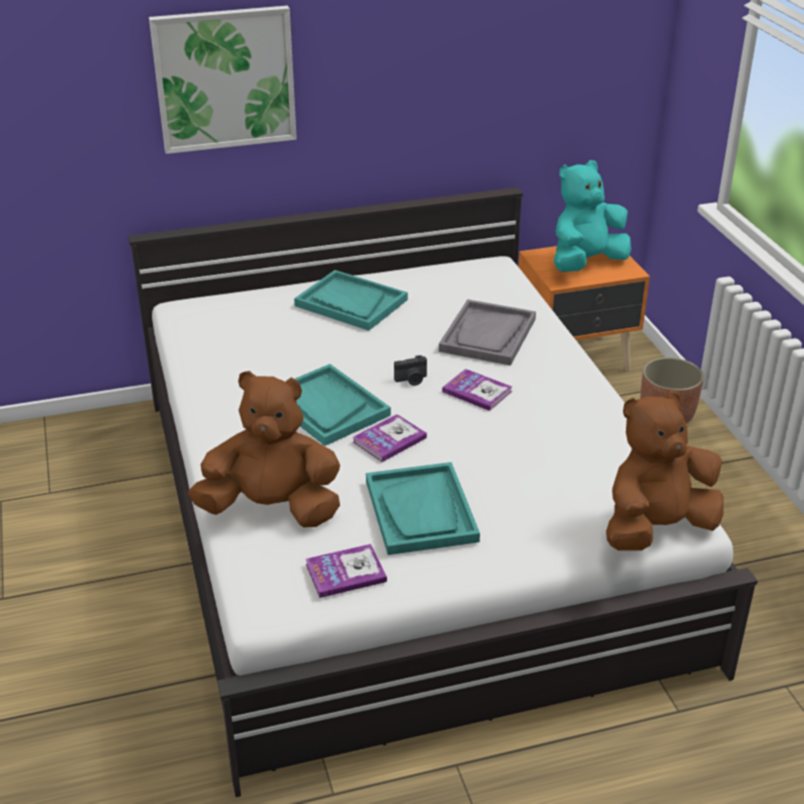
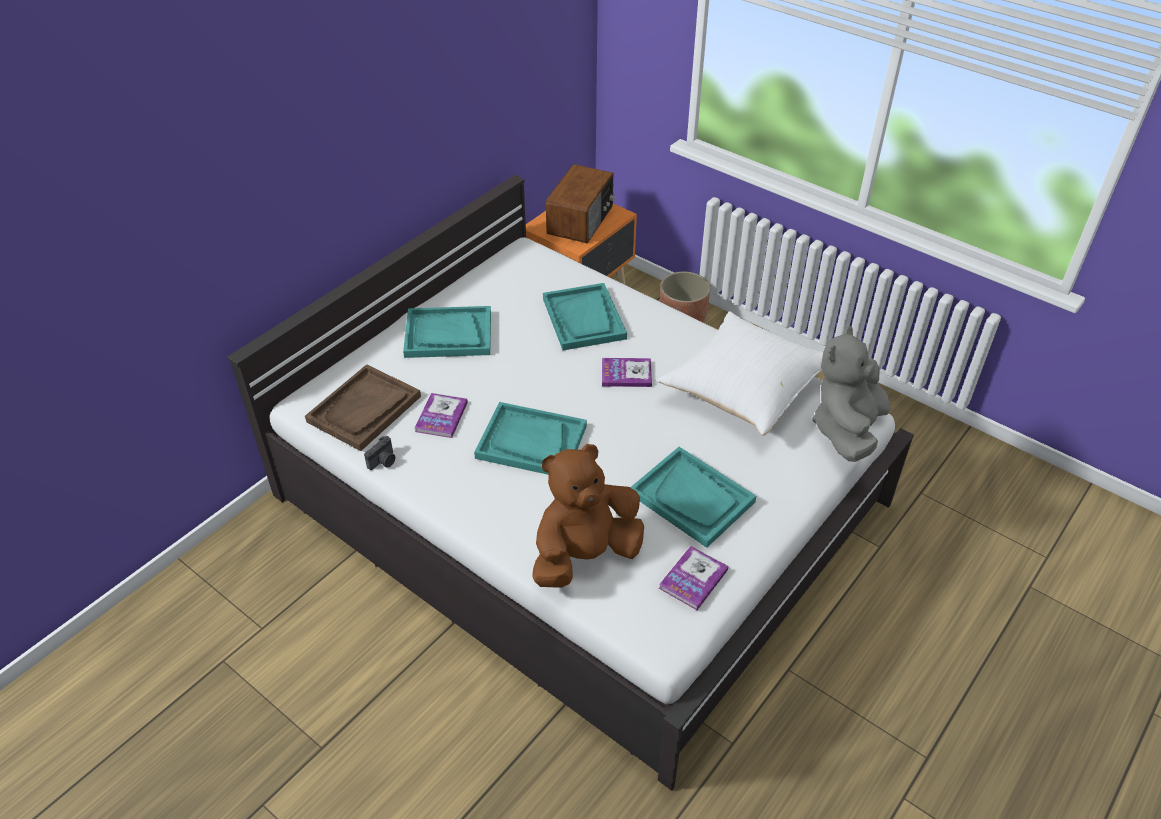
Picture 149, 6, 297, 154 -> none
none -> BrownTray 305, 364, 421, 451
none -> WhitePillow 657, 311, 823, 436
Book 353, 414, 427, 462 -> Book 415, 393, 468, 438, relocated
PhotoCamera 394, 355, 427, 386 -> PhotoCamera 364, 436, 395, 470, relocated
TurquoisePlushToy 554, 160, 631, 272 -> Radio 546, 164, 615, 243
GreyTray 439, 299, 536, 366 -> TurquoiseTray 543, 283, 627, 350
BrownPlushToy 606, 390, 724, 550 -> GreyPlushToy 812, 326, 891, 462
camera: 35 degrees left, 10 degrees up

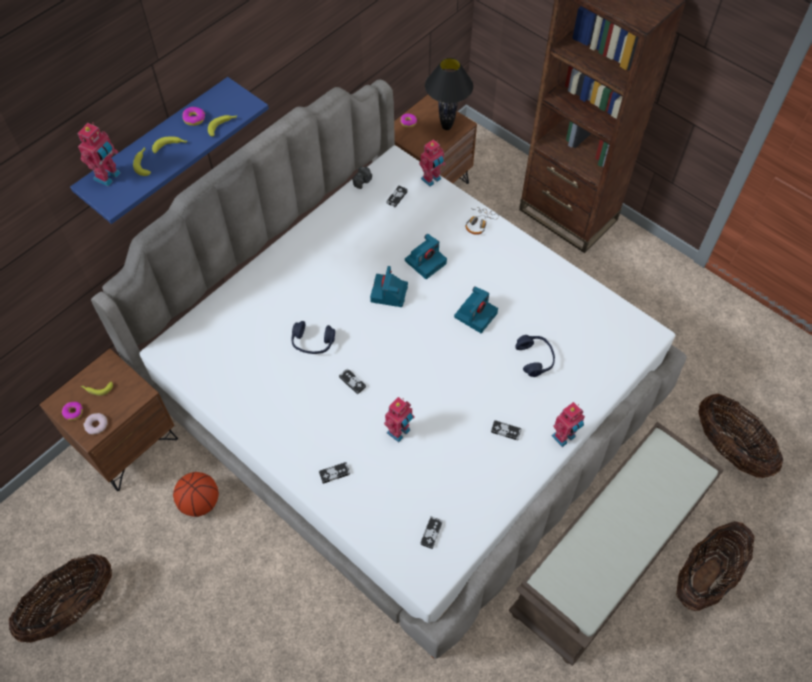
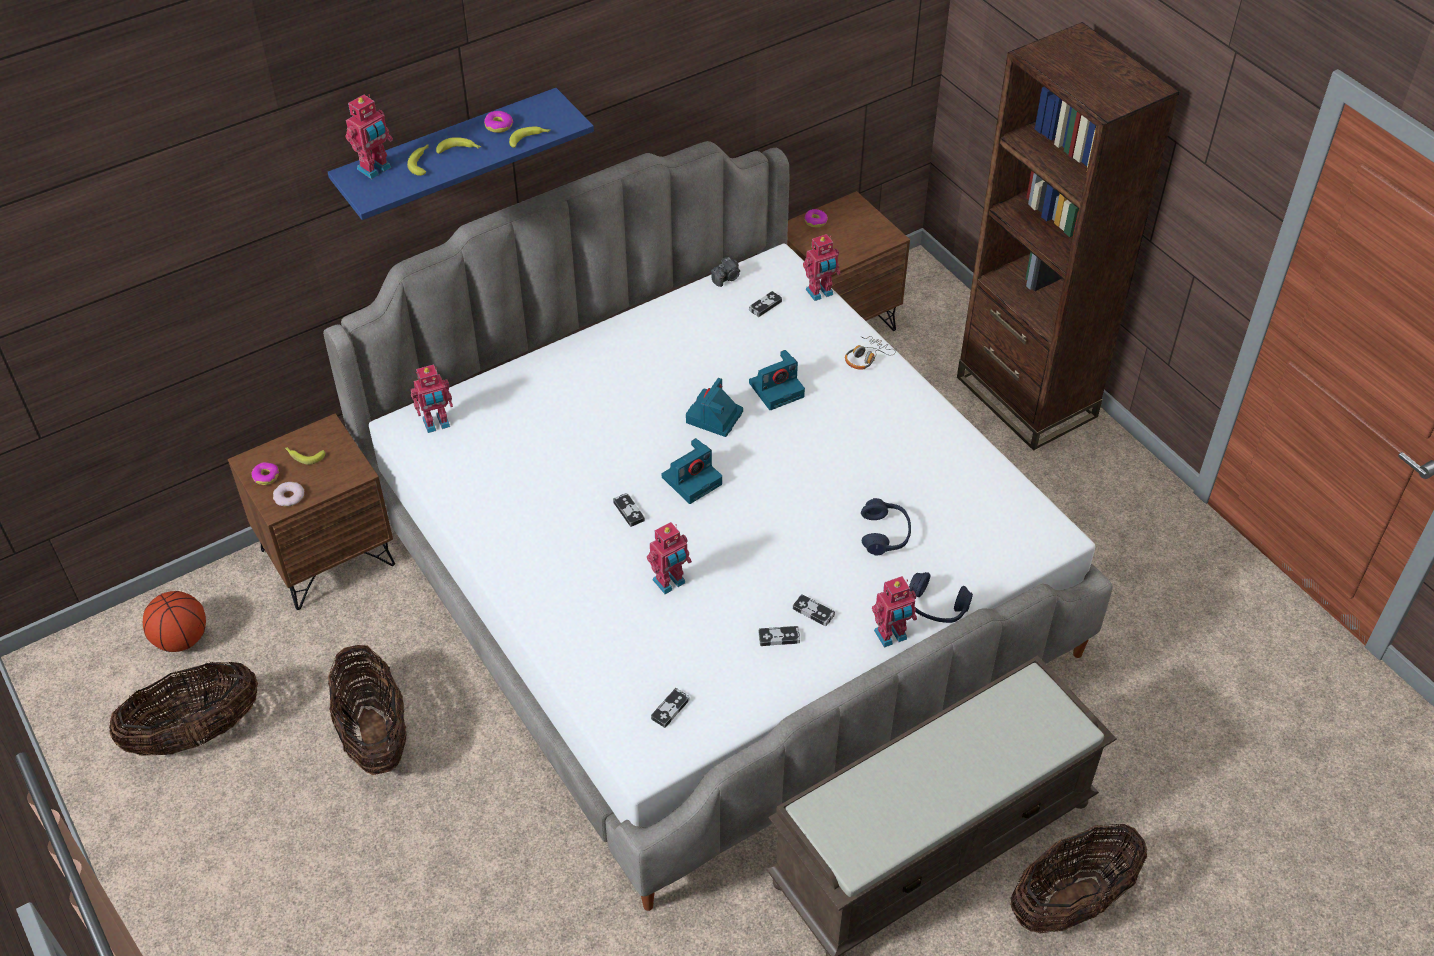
BlackTableLamp 425, 58, 473, 130 -> none
none -> ToyRobot 411, 364, 453, 433
Basketball 173, 472, 219, 517 -> Basketball 143, 591, 206, 652, relocated
BlueHeadphones 291, 321, 335, 354 -> BlueHeadphones 909, 572, 973, 623, relocated
GameController 319, 462, 350, 484 -> GameController 759, 626, 800, 646, relocated
PhotoCamera 454, 286, 498, 333 -> PhotoCamera 662, 438, 722, 504, relocated
Basket 698, 394, 783, 478 -> Basket 328, 645, 407, 775, relocated
camera: 15 degrees right, 10 degrees down

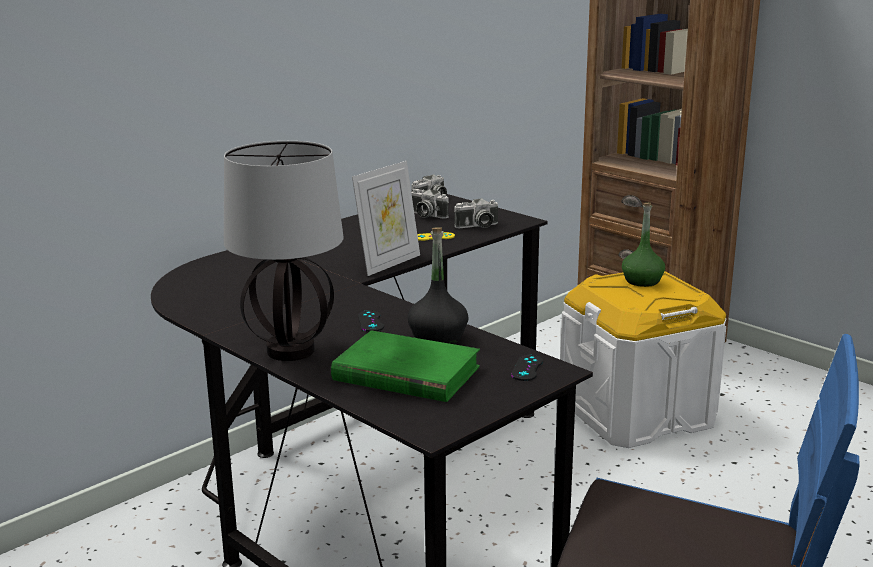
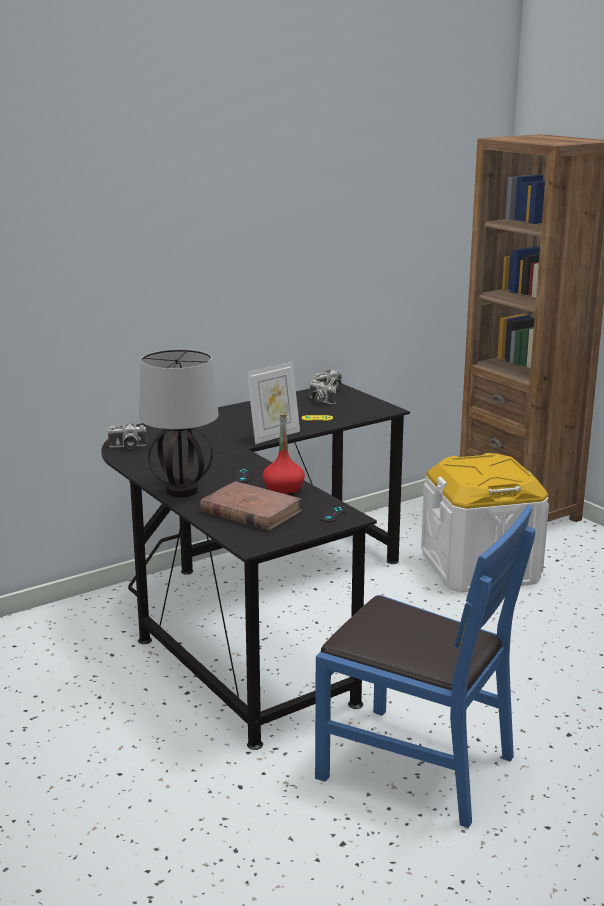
GreenBottle 622, 203, 665, 287 -> none
PhotoCamera 454, 198, 498, 229 -> PhotoCamera 107, 424, 147, 449, relocated
GreenBook 331, 330, 480, 402 -> BrownBook 200, 481, 302, 531
BlackBottle 408, 227, 469, 344 -> RedBottle 263, 414, 305, 495
camera: 10 degrees right, 0 degrees up

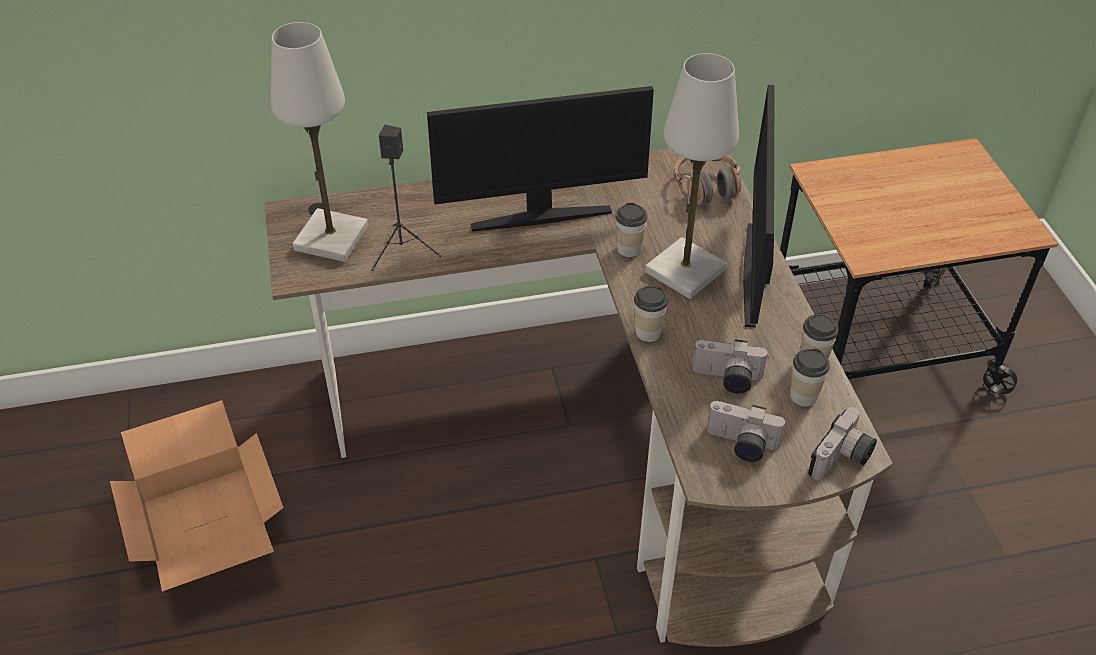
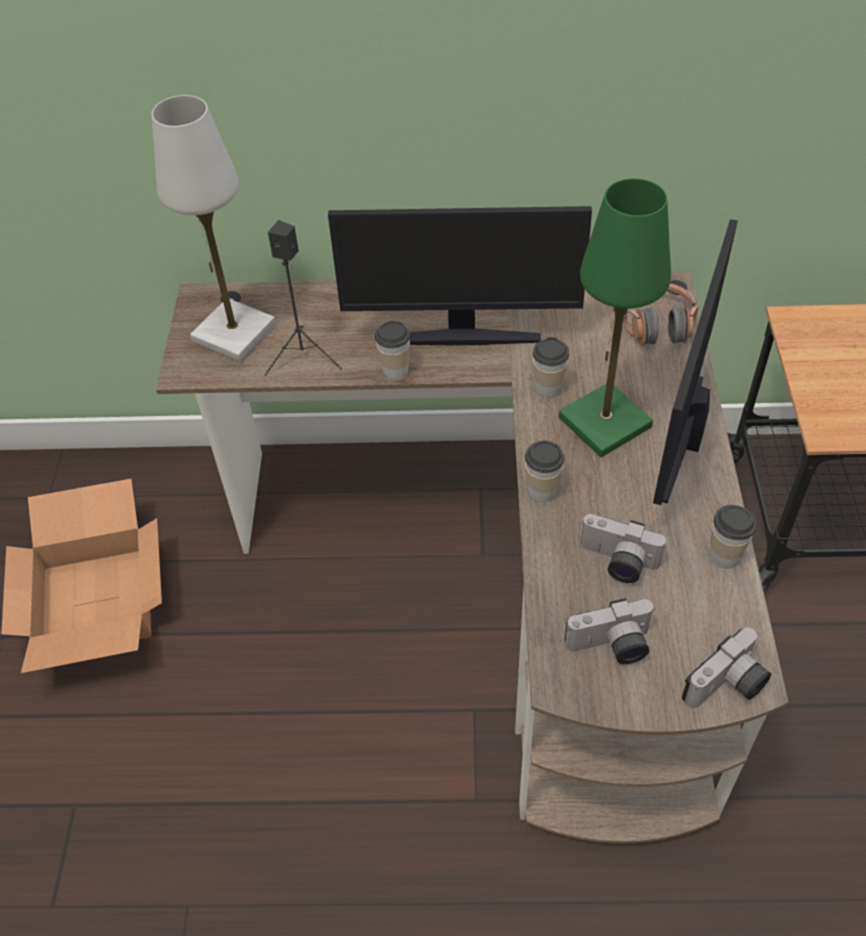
Cup 790, 349, 830, 407 -> Cup 375, 321, 410, 380, relocated
WhiteTableLamp 645, 53, 739, 299 -> GreenTableLamp 559, 178, 671, 457
PhotoCamera 707, 401, 786, 462 -> PhotoCamera 565, 598, 655, 664, 45 degrees counterclockwise
camera: 15 degrees right, 5 degrees up

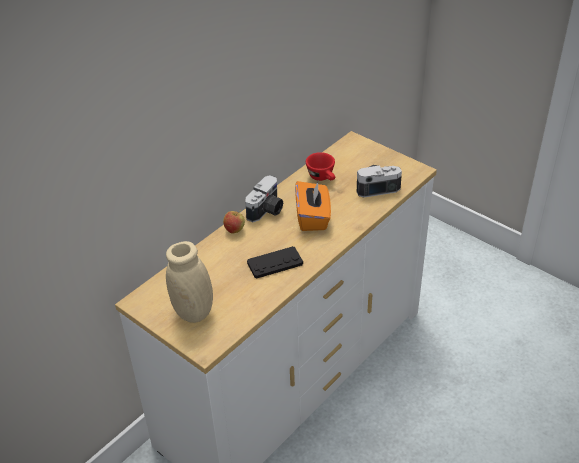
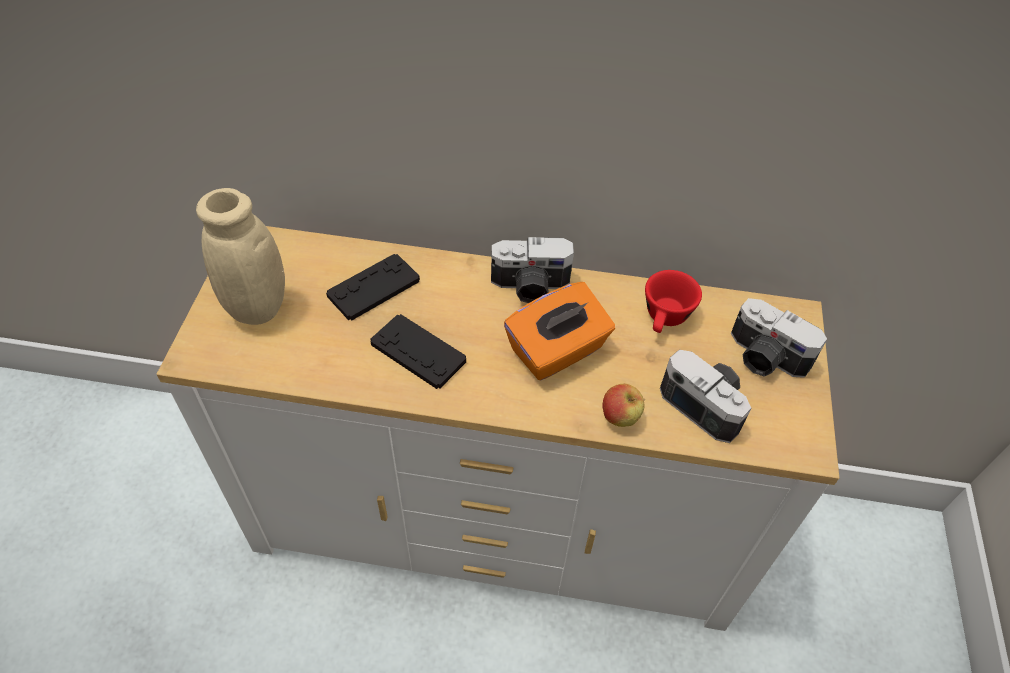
none -> BlackGameController 326, 254, 420, 321
none -> PhotoCamera 731, 298, 827, 378
Apple 223, 210, 245, 234 -> Apple 602, 383, 645, 427, relocated
camera: 55 degrees right, 10 degrees up

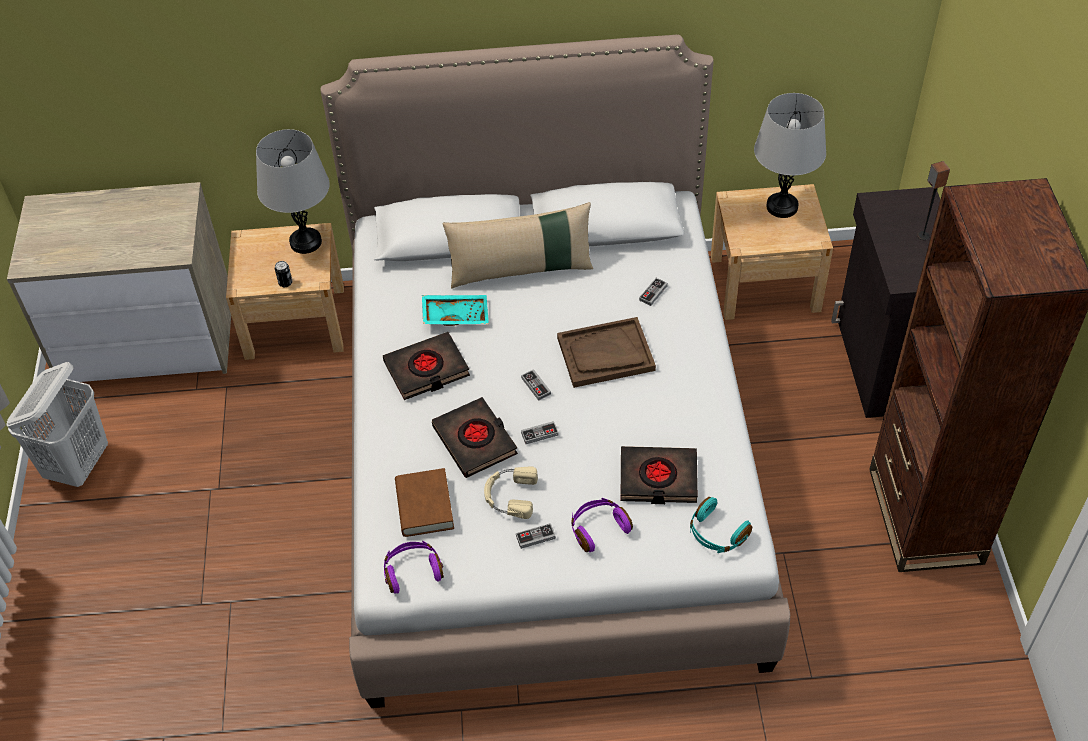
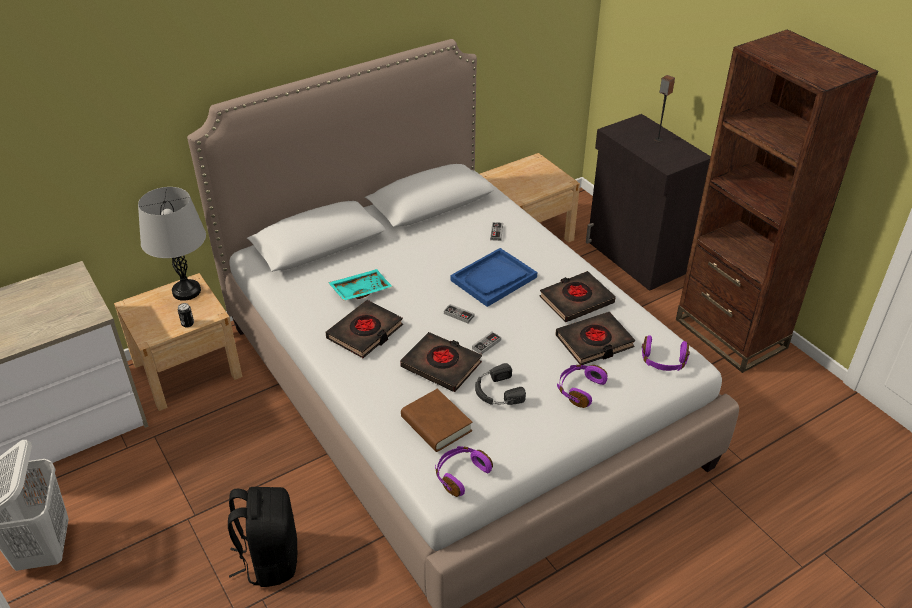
BeigePillow 442, 202, 593, 288 -> none
GameController 516, 523, 556, 549 -> none
GreyTableLamp 754, 93, 826, 218 -> none
none -> BlackBackpack 228, 487, 297, 587
none -> BlackBook 539, 271, 616, 322
BeigeHeadphones 484, 466, 538, 519 -> BlackHeadphones 475, 363, 526, 405
BrownTray 557, 317, 656, 388 -> BlueTray 450, 248, 537, 307
TurquoiseHeadphones 690, 497, 752, 553 -> PurpleHeadphones 642, 335, 690, 371
camera: 30 degrees left, 10 degrees down

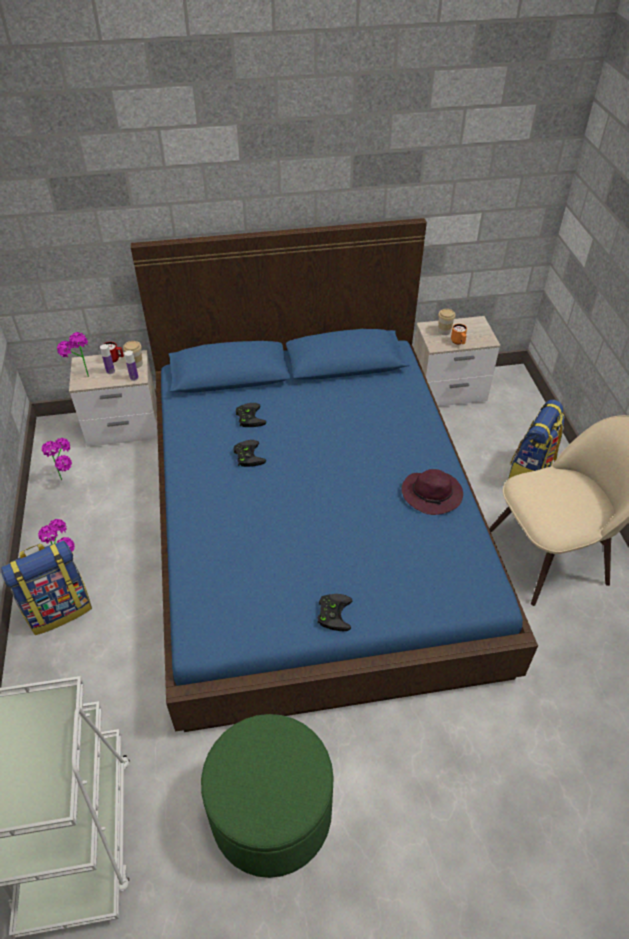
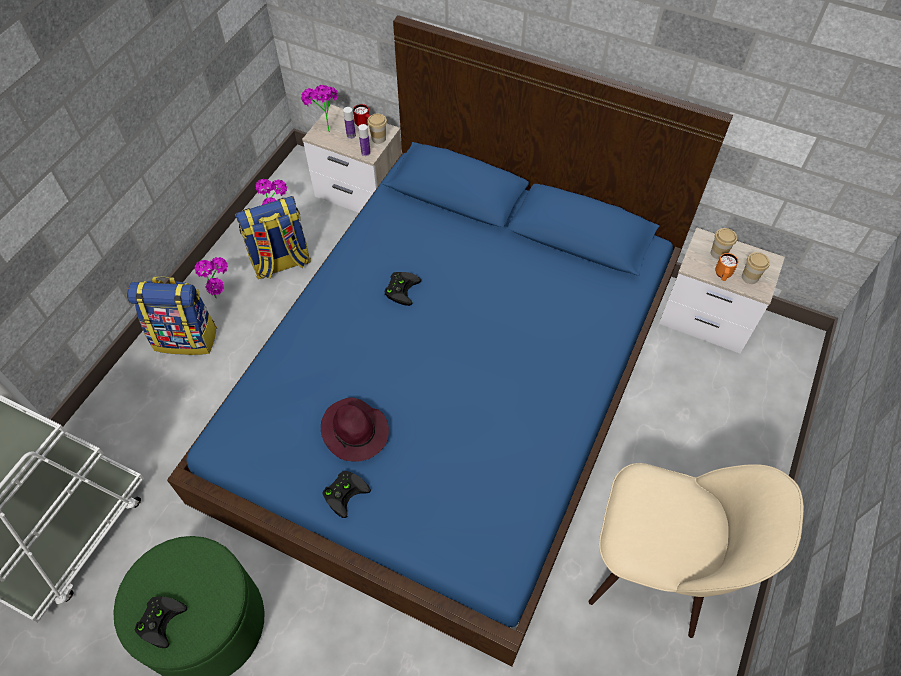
none -> Cup 742, 252, 770, 284
BlackGameController 236, 403, 266, 427 -> BlackGameController 135, 597, 187, 648, relocated
PurpleHat 401, 469, 463, 515 -> PurpleHat 321, 397, 389, 462, relocated
Backpack 508, 400, 565, 479 -> Backpack 235, 196, 311, 279, relocated
camera: 35 degrees right, 10 degrees up

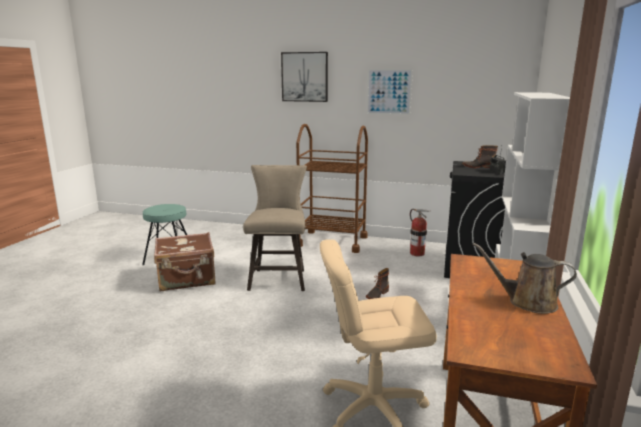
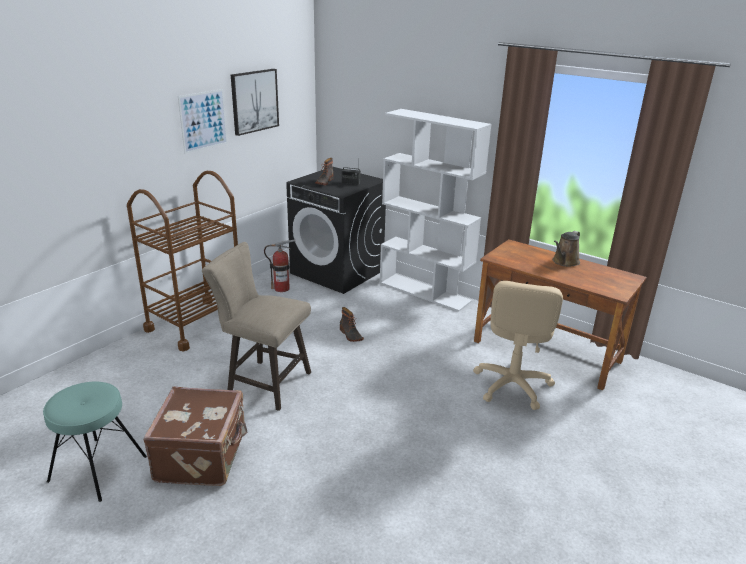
Picture 281, 52, 328, 102 -> Picture 231, 69, 279, 136, relocated
camera: 70 degrees left, 10 degrees up

